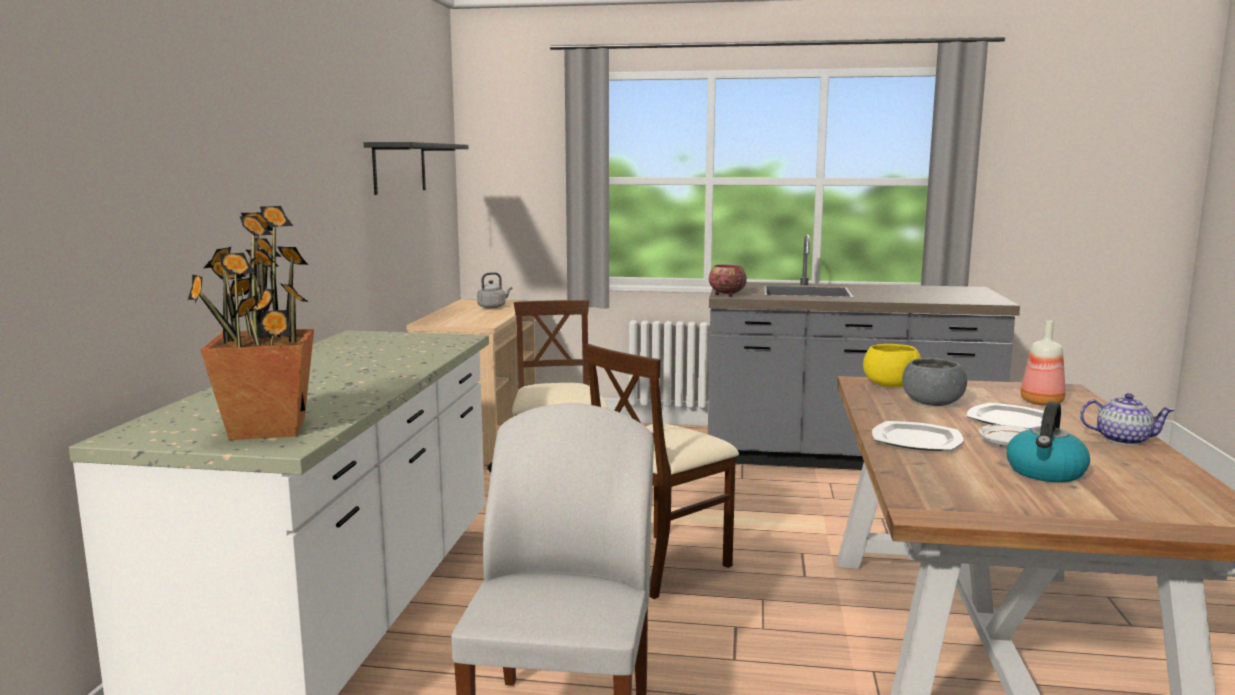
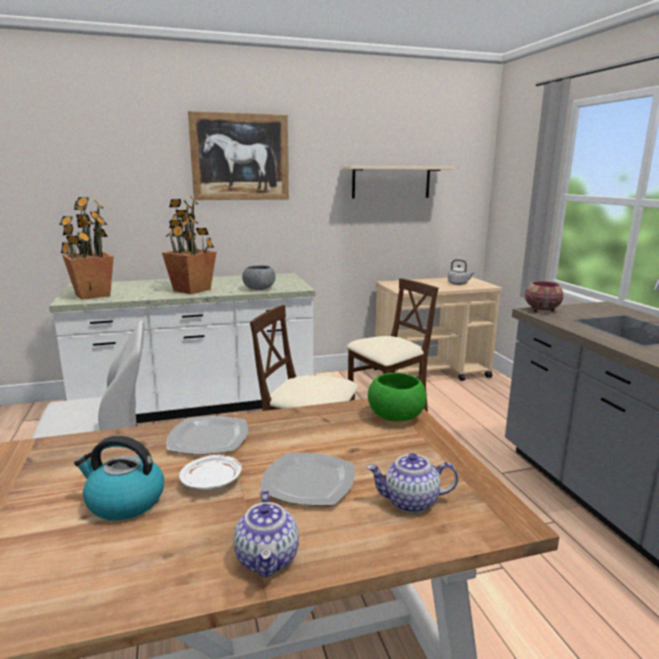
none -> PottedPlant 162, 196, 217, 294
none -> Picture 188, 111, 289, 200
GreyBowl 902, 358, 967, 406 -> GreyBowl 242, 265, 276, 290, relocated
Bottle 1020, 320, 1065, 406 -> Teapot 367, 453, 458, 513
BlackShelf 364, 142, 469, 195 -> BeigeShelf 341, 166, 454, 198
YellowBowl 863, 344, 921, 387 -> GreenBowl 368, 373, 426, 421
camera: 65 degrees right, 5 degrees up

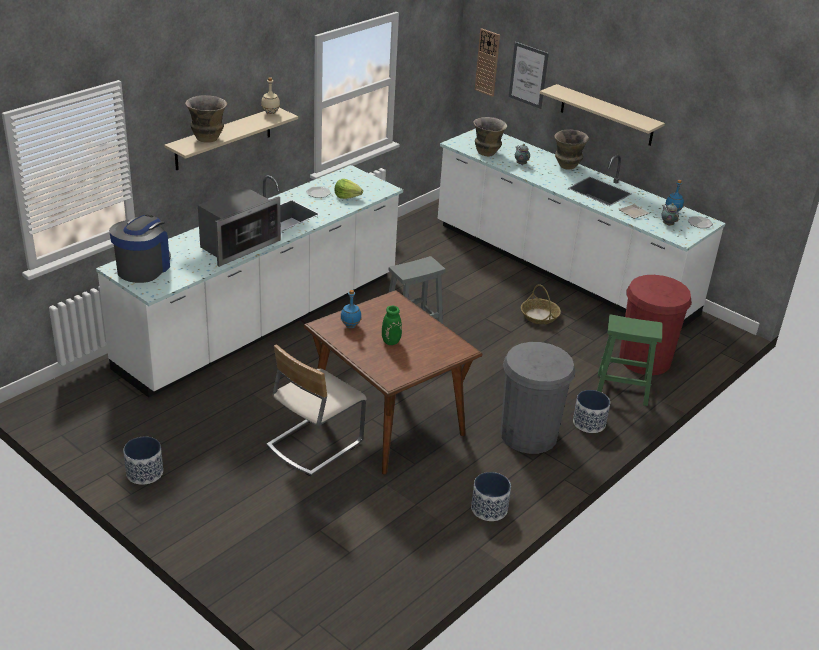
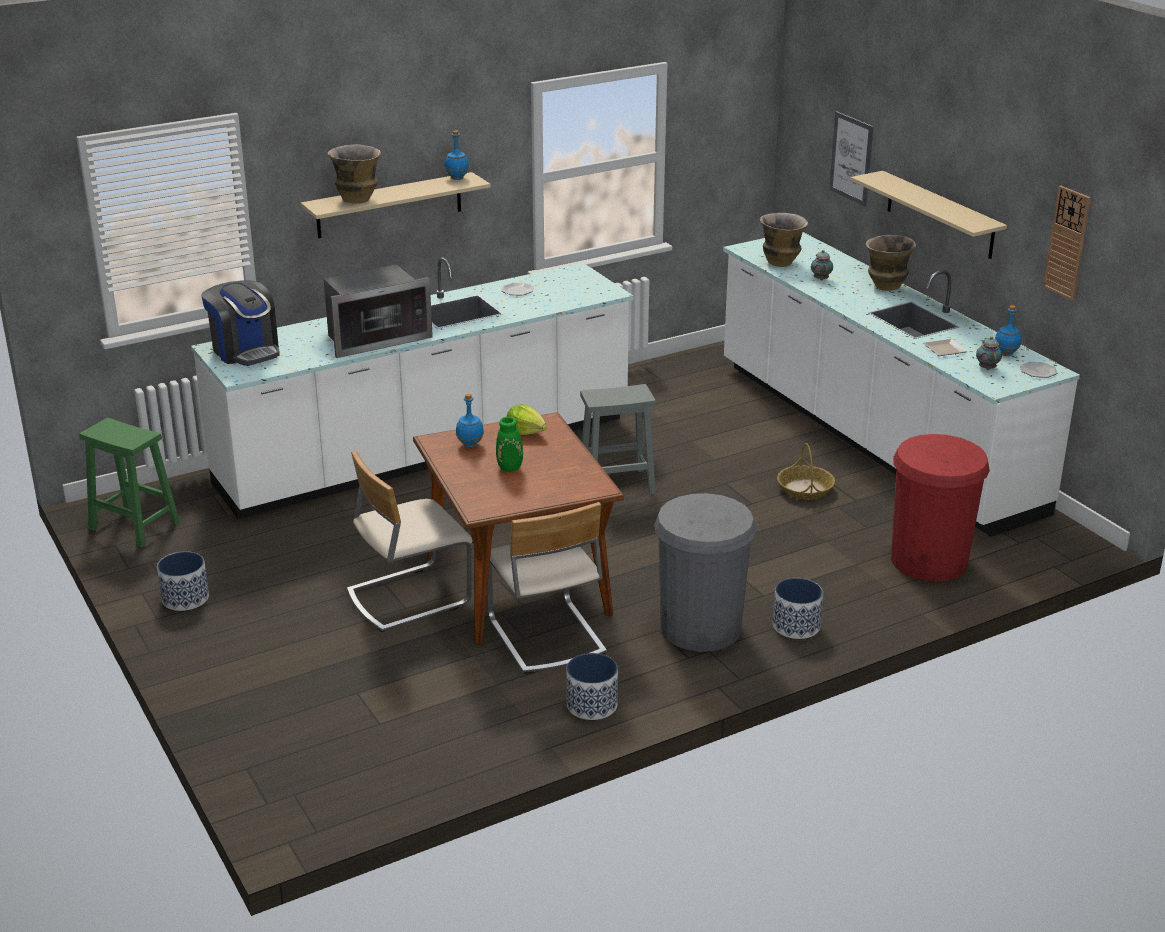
none -> BeigeChair 487, 502, 607, 674
Lettuce 334, 179, 363, 199 -> Lettuce 507, 404, 547, 435, relocated
WallClock 475, 28, 500, 97 -> WallClock 1043, 186, 1091, 300, relocated
GreenStool 597, 314, 662, 406 -> GreenStool 79, 418, 180, 547, relocated
BeigeBottle 261, 77, 280, 115 -> BlueBottle 445, 131, 469, 180
CoffeeMachine 109, 215, 171, 283 -> CoffeeMachine 201, 280, 280, 366, 105 degrees clockwise
camera: 20 degrees right, 5 degrees down

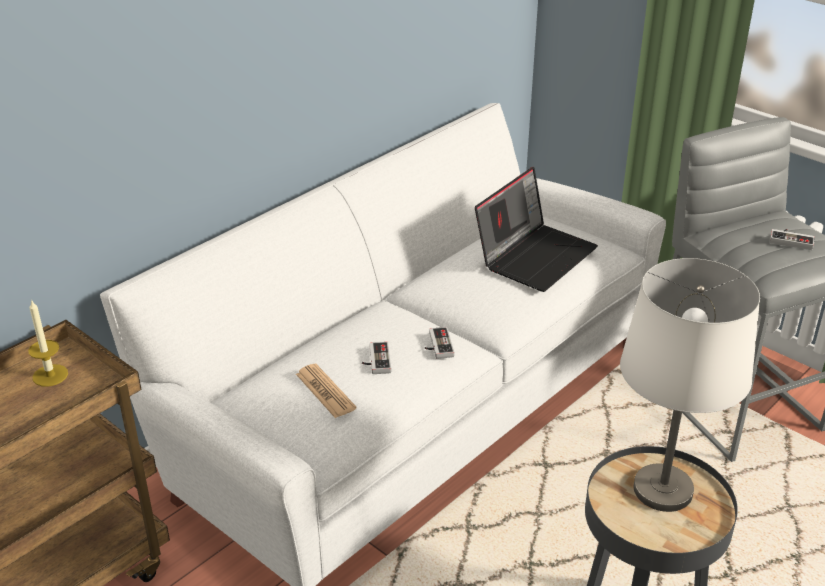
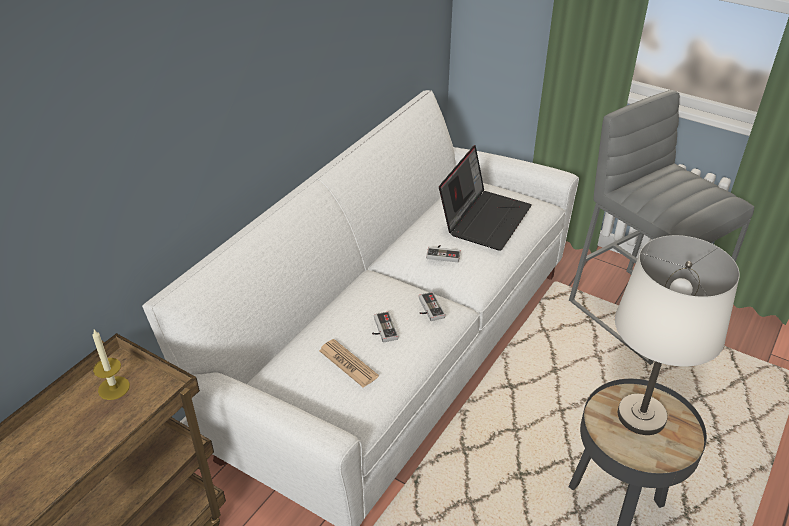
GameController 770, 229, 815, 250 -> GameController 426, 245, 461, 262, relocated
camera: 10 degrees left, 5 degrees up

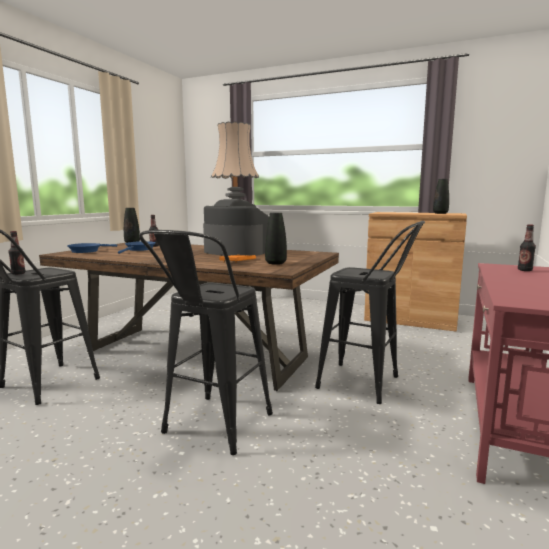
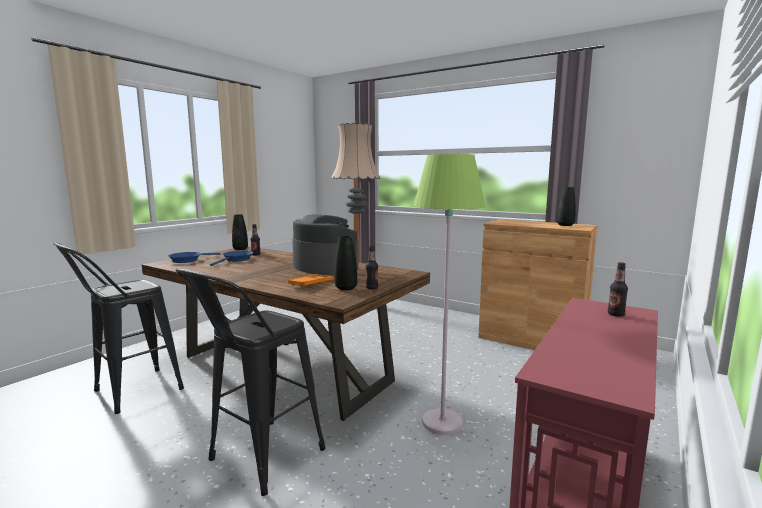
Bottle 8, 231, 25, 275 -> Bottle 366, 245, 378, 289, relocated
BlackStool 315, 221, 425, 404 -> GreenFloorLamp 413, 154, 486, 435
camera: 10 degrees right, 0 degrees up

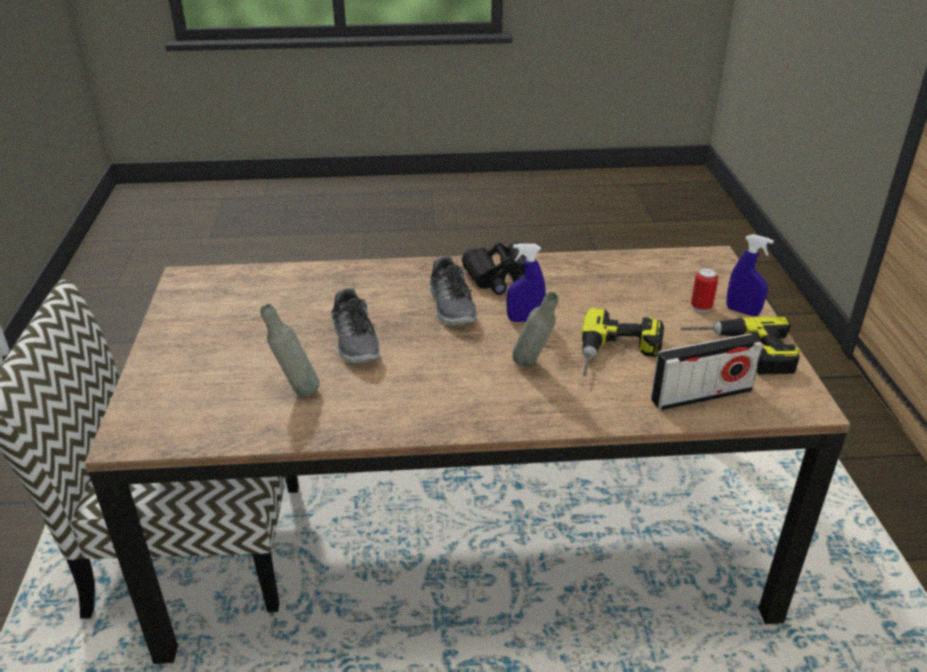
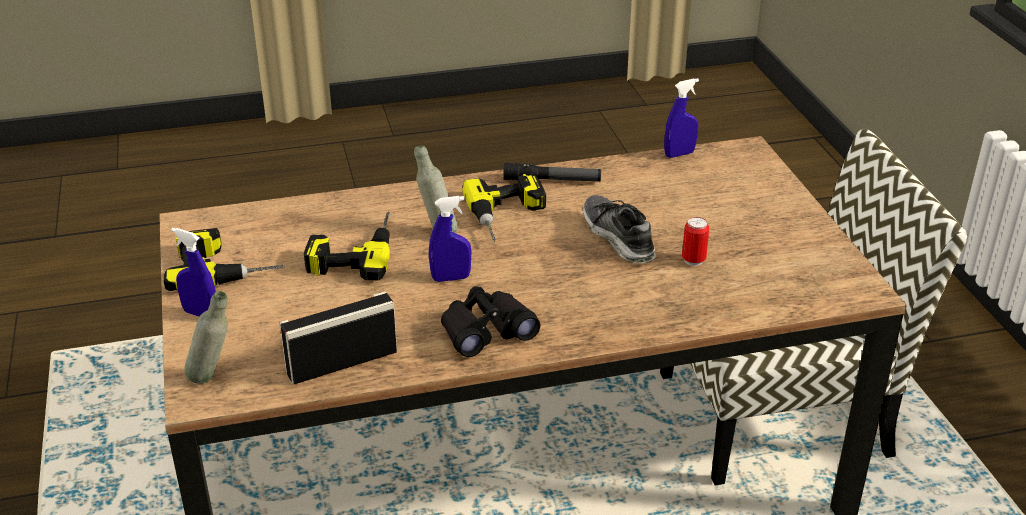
Shoe 429, 256, 477, 326 -> none
none -> PowerDrill 462, 174, 546, 242
none -> Flashlight 503, 163, 601, 182
none -> BlueSprayBottle 664, 78, 699, 158
GreyBottle 260, 304, 320, 397 -> GreyBottle 184, 291, 228, 384, relocated
Radio 651, 333, 763, 411 -> Radio 279, 291, 397, 384, relocated
Can 691, 268, 718, 312 -> Can 682, 217, 709, 266, relocated
camera: 170 degrees right, 0 degrees up

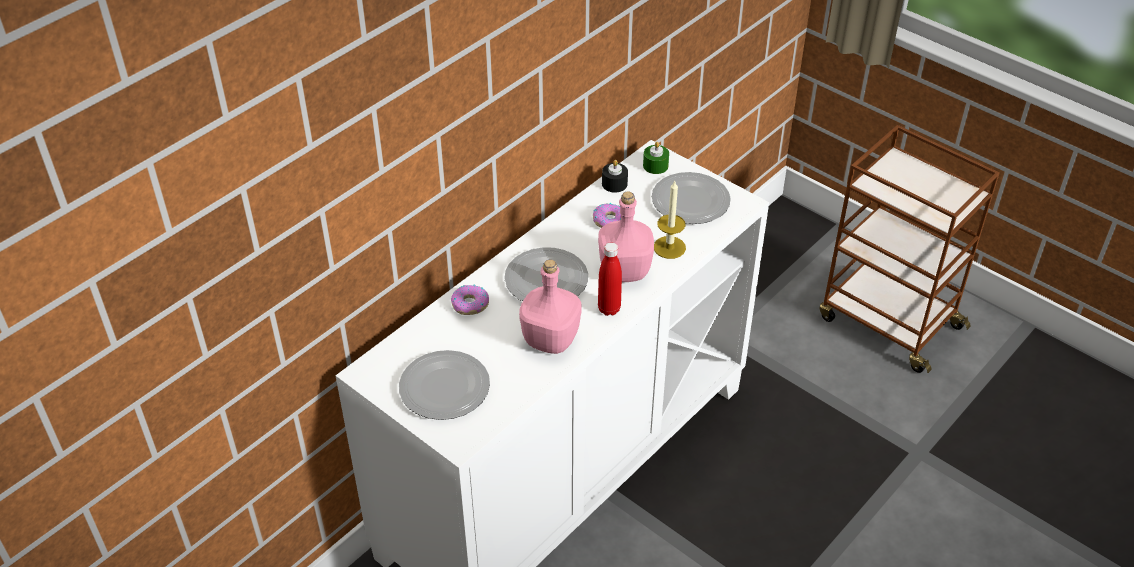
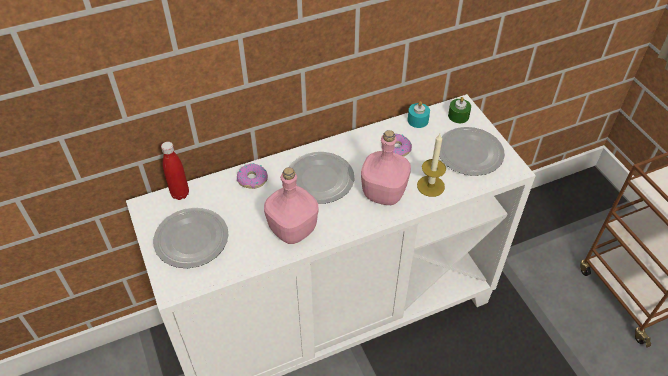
RedBottle 598, 242, 622, 316 -> RedBottle 161, 142, 189, 200, relocated
BlackCandle 602, 160, 628, 193 -> TurquoiseCandle 407, 101, 430, 128
camera: 25 degrees right, 5 degrees up

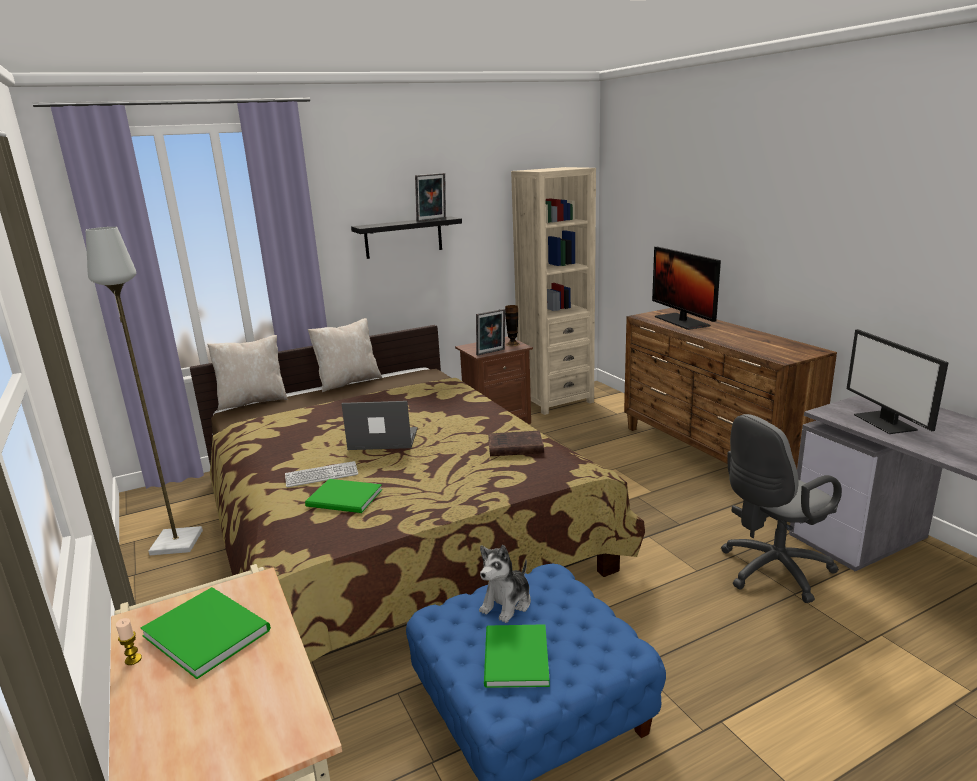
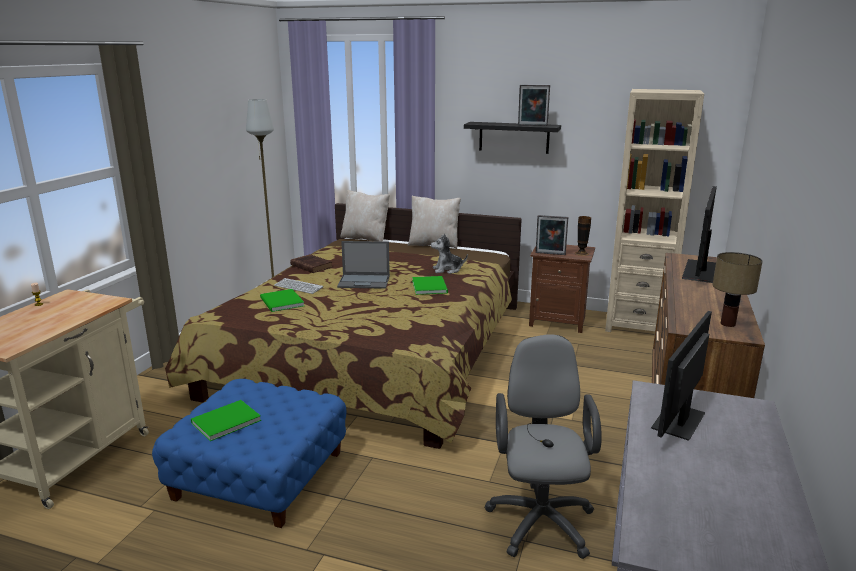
none -> TableLamp 712, 252, 763, 327
GreenBook 140, 587, 271, 679 -> GreenBook 412, 276, 448, 295, relocated
PlushToy 479, 545, 531, 623 -> PlushToy 431, 233, 468, 274, relocated
BrownBook 488, 431, 544, 456 -> BrownBook 290, 254, 333, 273, relocated
Laptop 341, 401, 418, 450 -> Laptop 337, 241, 390, 289, 135 degrees clockwise
GreyOfficeChair 721, 414, 842, 603 -> GreyOfficeChair 484, 334, 602, 559, 75 degrees clockwise
camera: 45 degrees right, 0 degrees up

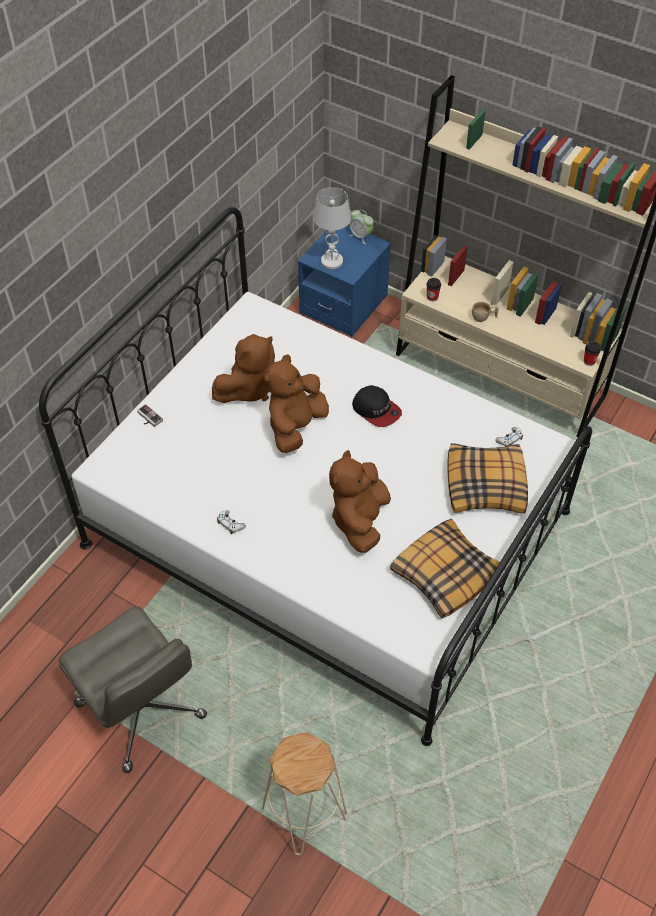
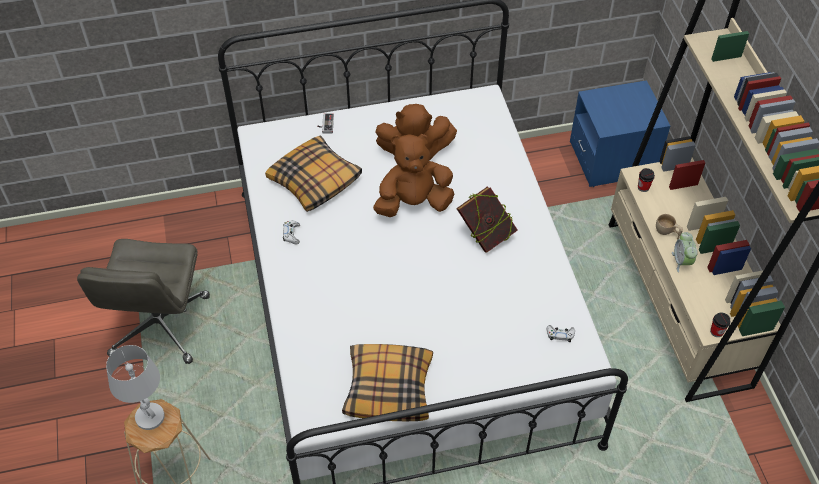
BrownPlushToy 329, 450, 391, 553 -> none
WhiteTableLamp 313, 187, 351, 269 -> WhiteTableLamp 106, 345, 165, 430, relocated
AlarmClock 349, 209, 374, 244 -> AlarmClock 672, 232, 698, 273, relocated
Pillow 447, 443, 528, 514 -> Pillow 265, 135, 362, 212, relocated
Cap 352, 385, 402, 427 -> Book 456, 186, 518, 252
camera: 45 degrees right, 0 degrees up

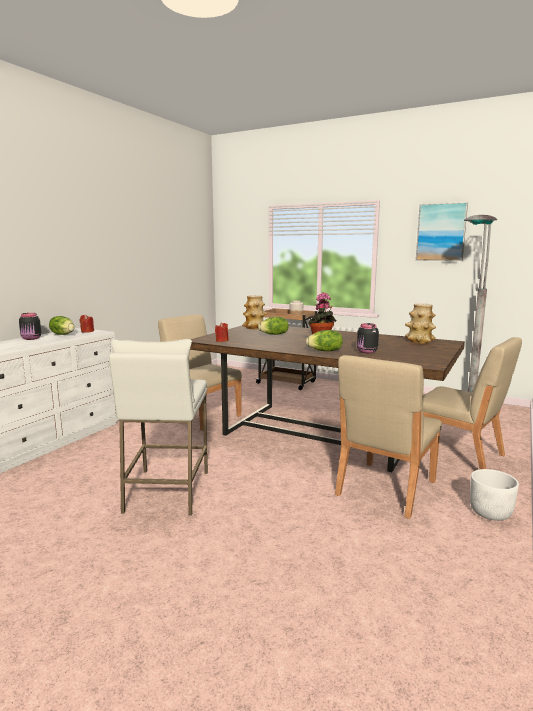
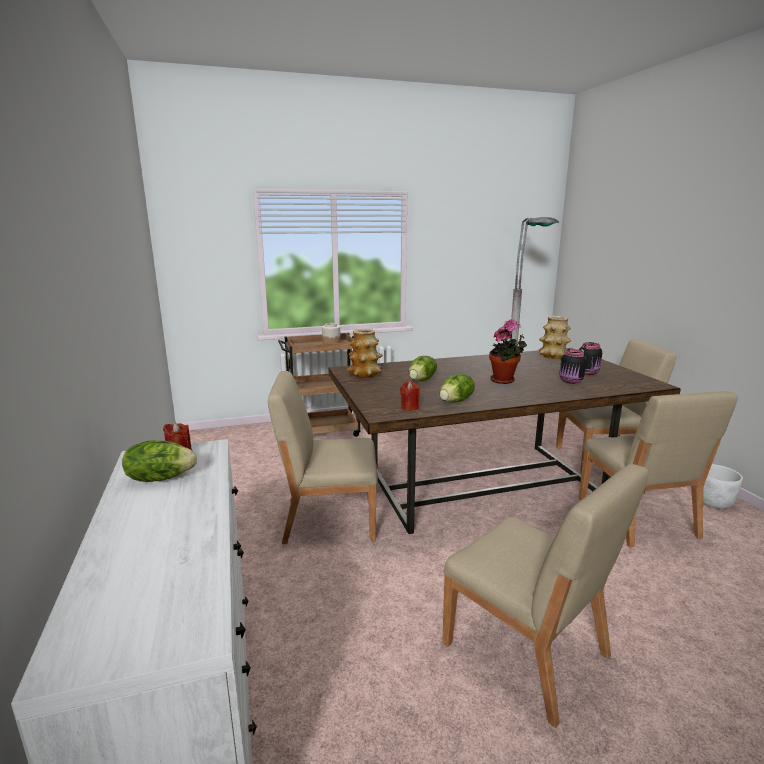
Picture 416, 202, 468, 261 -> none
BlackJar 19, 313, 41, 340 -> BlackJar 579, 342, 602, 375, relocated
Lettuce 306, 330, 343, 351 -> Lettuce 440, 373, 475, 402, relocated
WhiteStool 109, 339, 208, 515 -> BeigeChair 442, 464, 649, 728
camera: 45 degrees left, 5 degrees up

